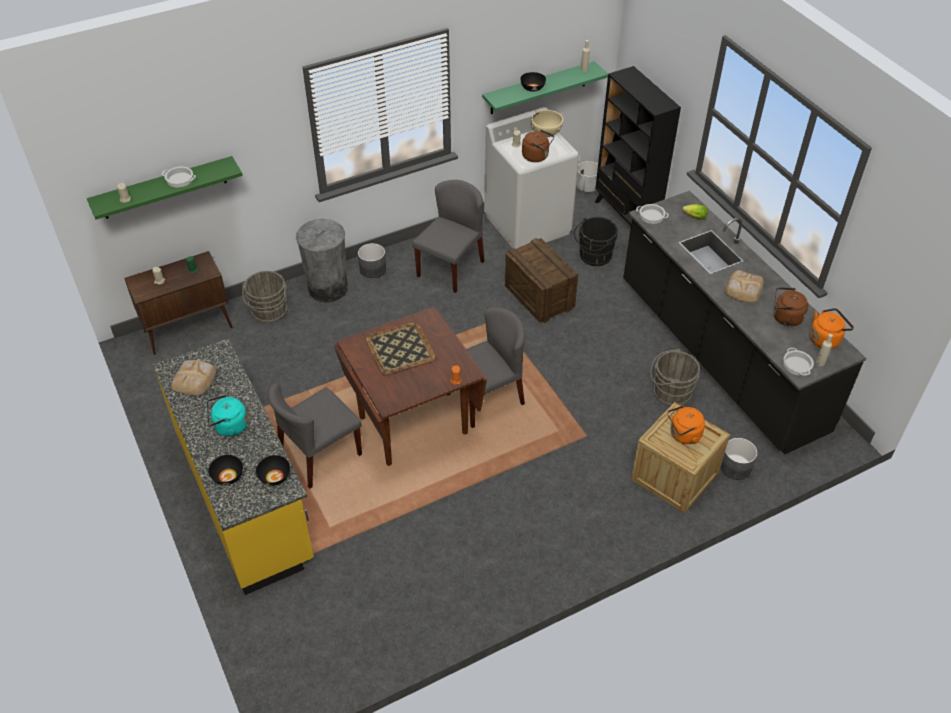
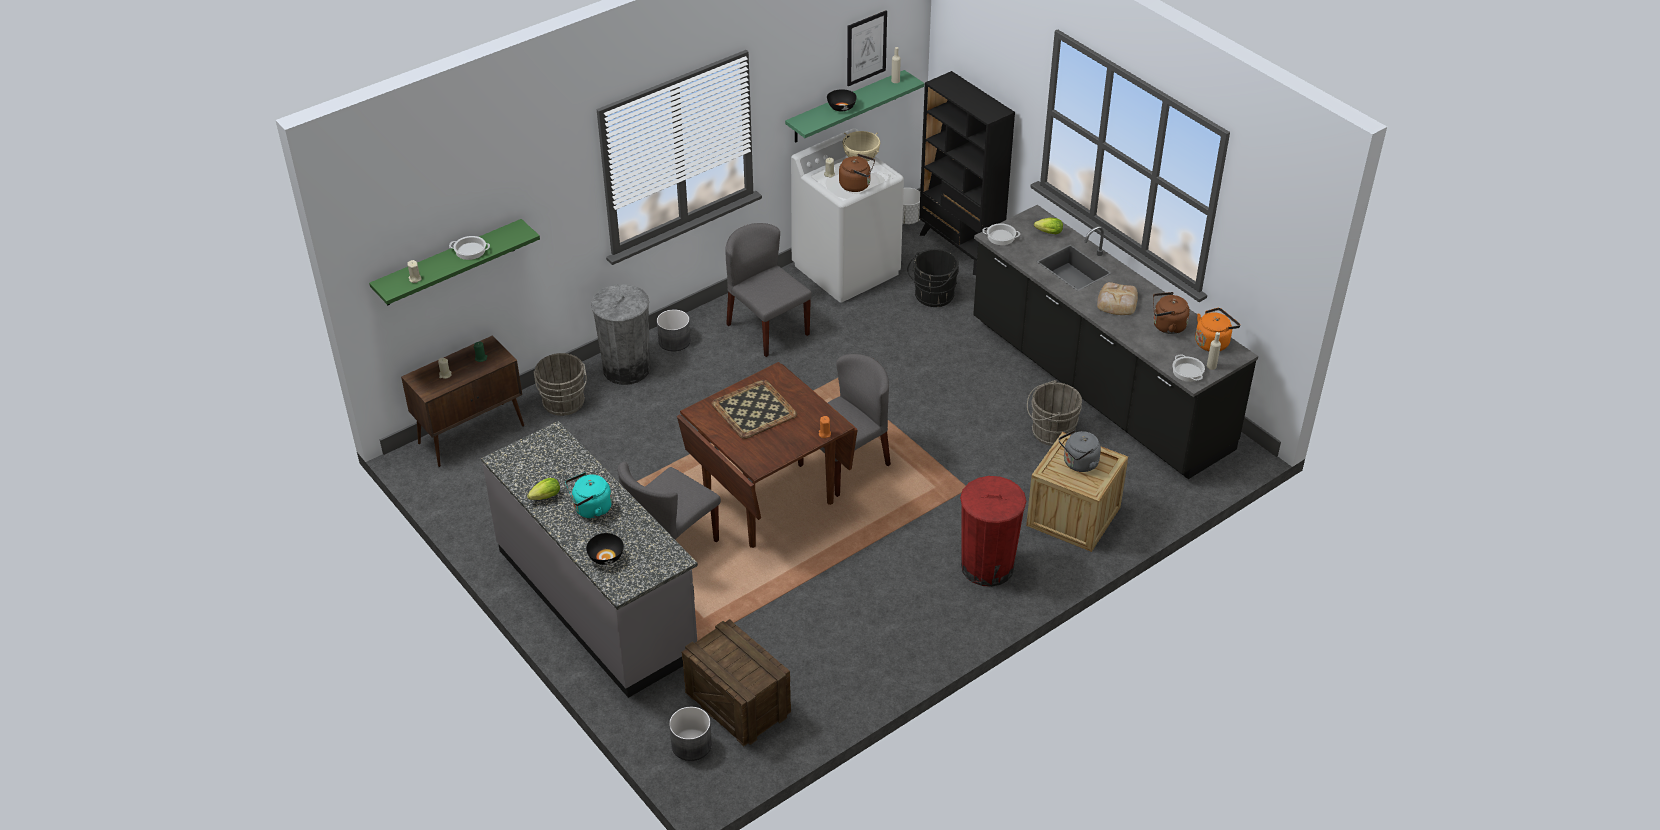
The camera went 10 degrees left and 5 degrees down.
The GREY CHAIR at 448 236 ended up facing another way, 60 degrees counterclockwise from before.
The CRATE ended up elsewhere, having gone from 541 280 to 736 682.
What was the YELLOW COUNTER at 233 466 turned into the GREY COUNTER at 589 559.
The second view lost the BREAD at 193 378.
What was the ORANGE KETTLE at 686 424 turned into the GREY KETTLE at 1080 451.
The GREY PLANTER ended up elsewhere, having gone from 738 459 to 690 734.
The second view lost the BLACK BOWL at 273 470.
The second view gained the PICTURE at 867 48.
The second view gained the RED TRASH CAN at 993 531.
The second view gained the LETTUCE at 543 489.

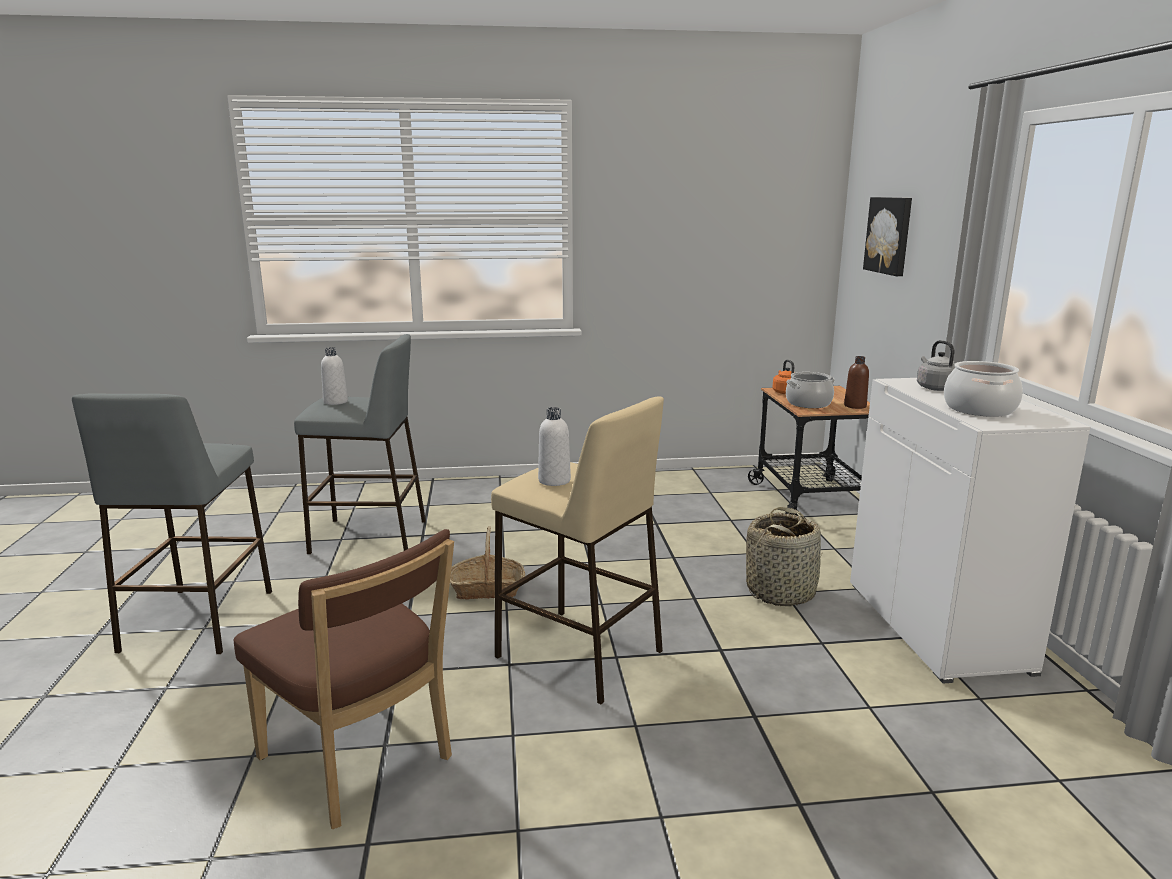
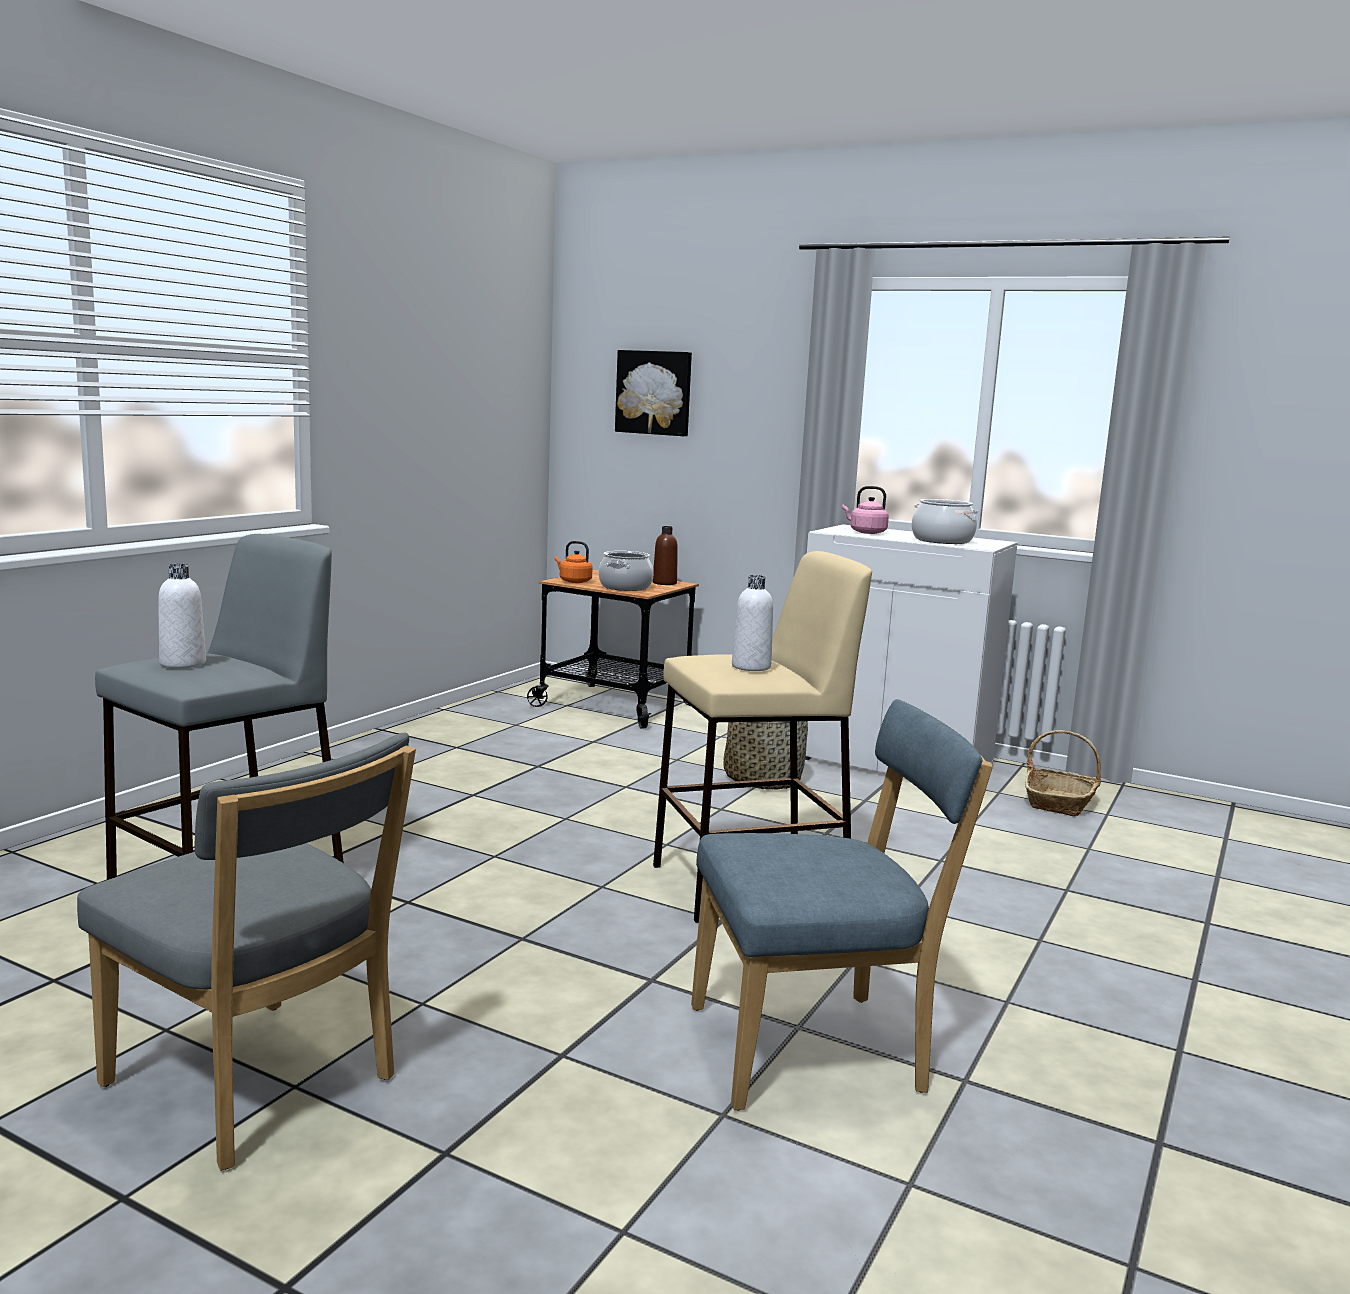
The camera went 55 degrees left and 5 degrees down.
What was the GREY KETTLE at 936 365 turned into the PINK KETTLE at 865 510.
Where the GREY STOOL stood at 172 523, the GREY CHAIR came to stand at 246 952.
The BASKET ended up elsewhere, having gone from 487 563 to 1063 773.
What was the BROWN CHAIR at 344 679 turned into the BLUE CHAIR at 842 905.

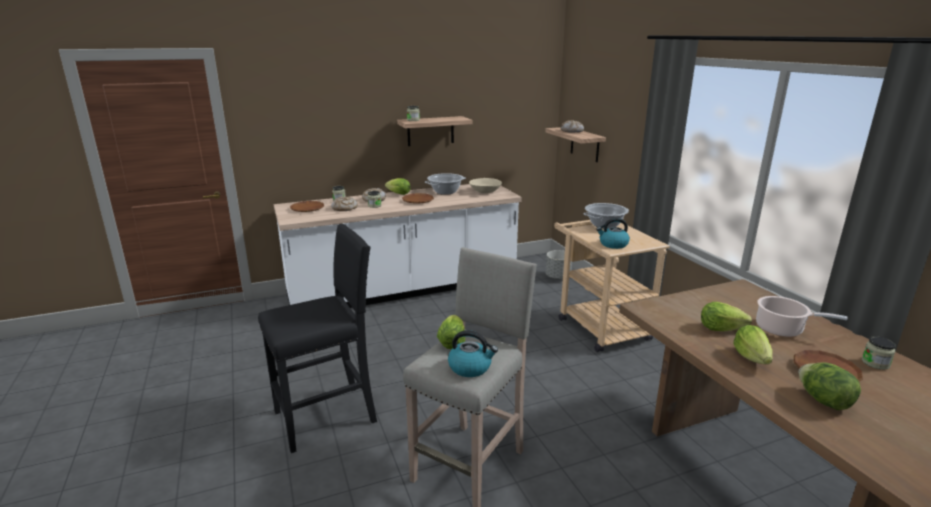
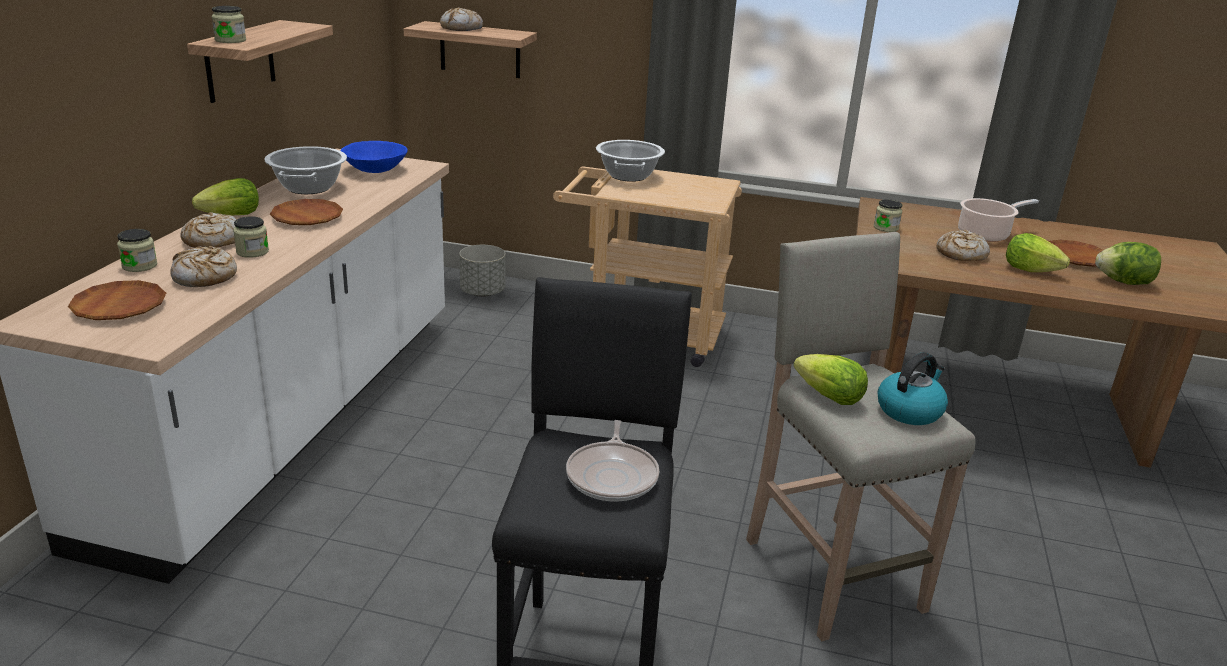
The camera went 55 degrees left and 5 degrees up.
What was the BEIGE BOWL at 485 185 turned into the BLUE BOWL at 374 157.
The second view lost the KETTLE at 613 233.
Where the LETTUCE stood at 726 316, the BREAD came to stand at 963 245.
The JAR ended up elsewhere, having gone from 879 353 to 888 215.
The second view gained the FRYING PAN at 612 461.

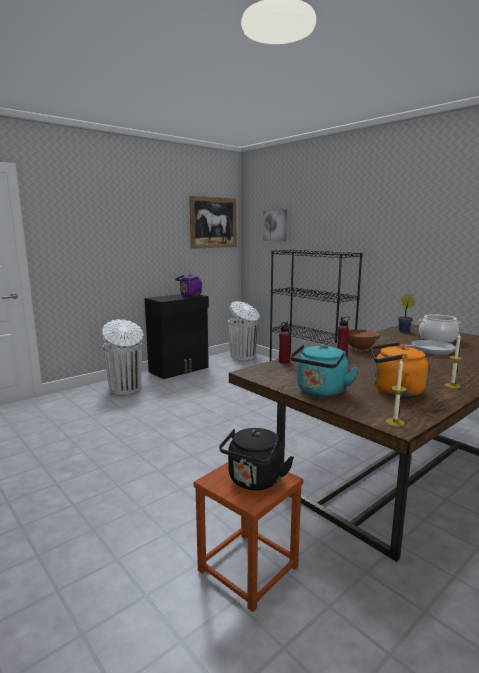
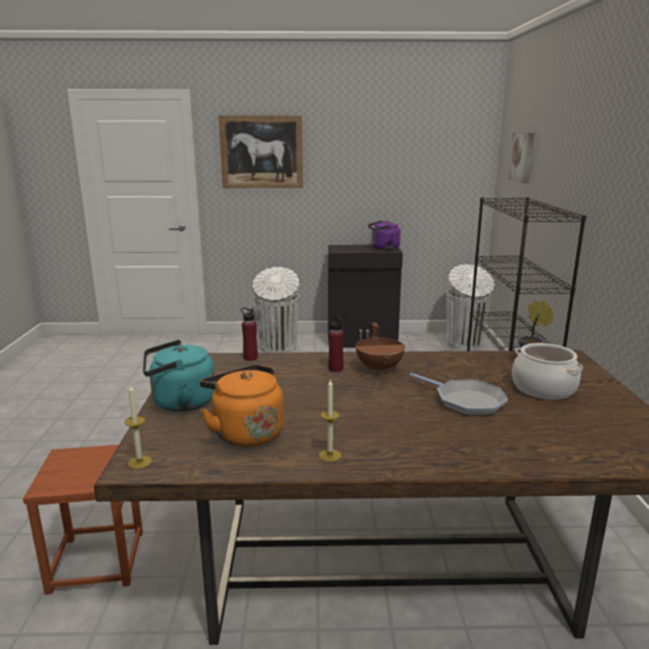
The camera went 40 degrees right and 5 degrees up.
The PICTURE ended up elsewhere, having gone from 213 222 to 260 151.
The second view lost the BLACK KETTLE at 256 459.

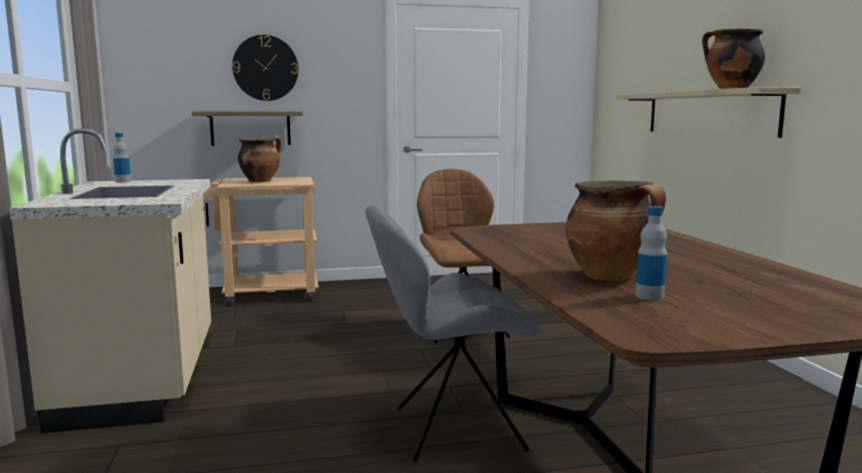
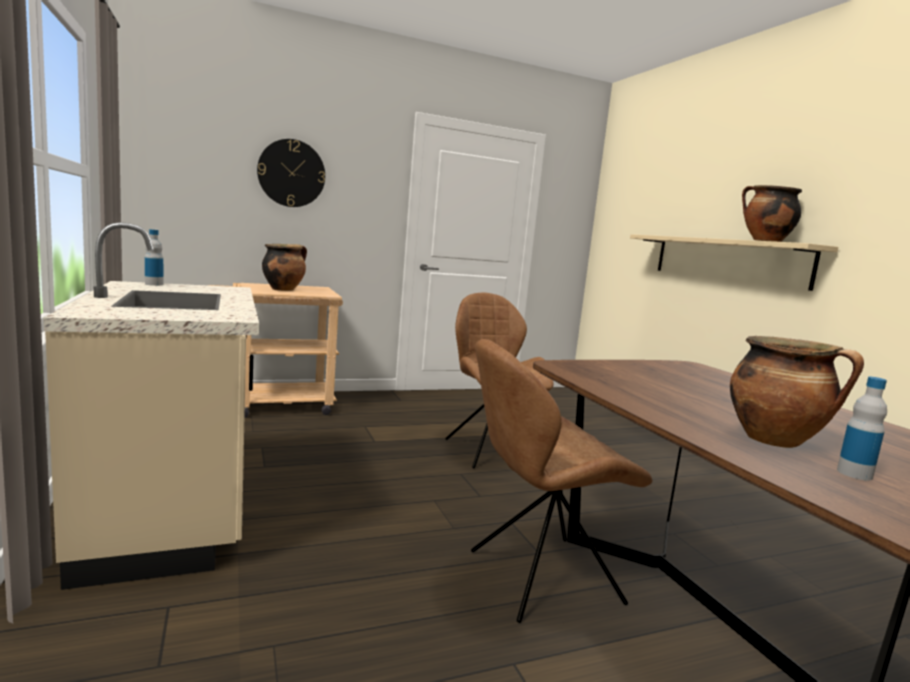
The camera went 10 degrees left and 0 degrees up.
The second view lost the SHELF at 247 128.
What was the GREY CHAIR at 452 333 turned into the BROWN CHAIR at 561 481.

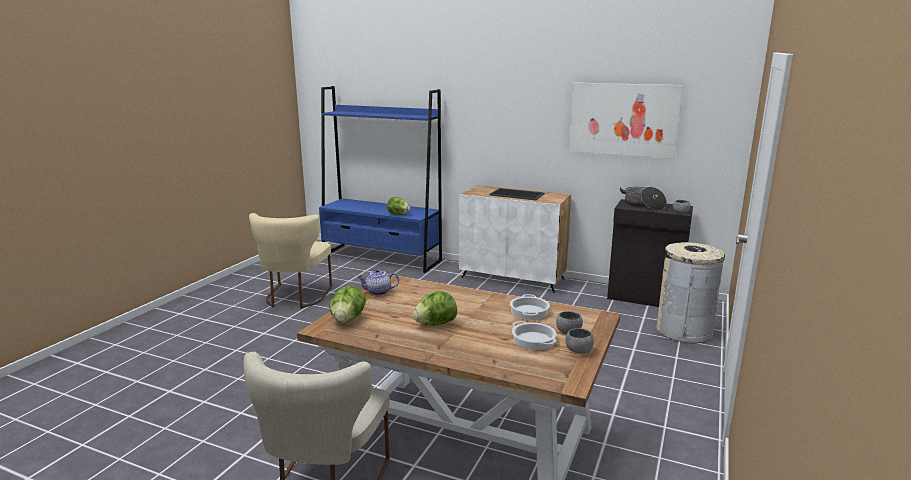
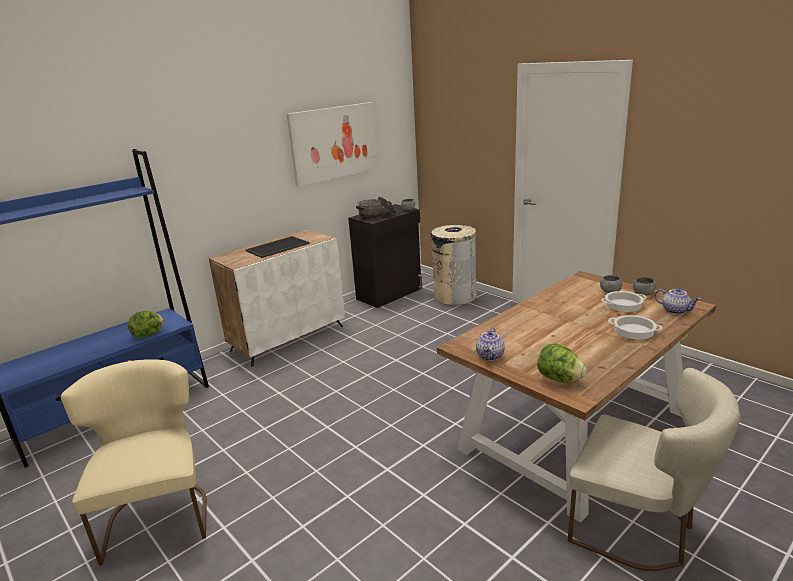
The camera went 65 degrees left and 5 degrees up.
The BEIGE CHAIR at 290 261 ended up facing another way, 135 degrees counterclockwise from before.
The second view lost the LETTUCE at 435 308.
The COOKING POT ended up elsewhere, having gone from 530 307 to 635 327.
The second view gained the TEAPOT at 678 301.

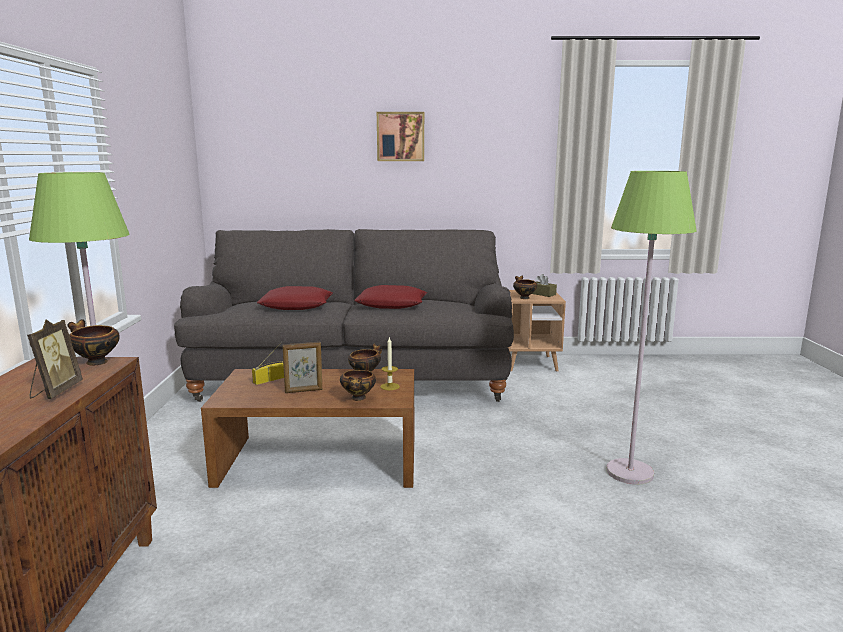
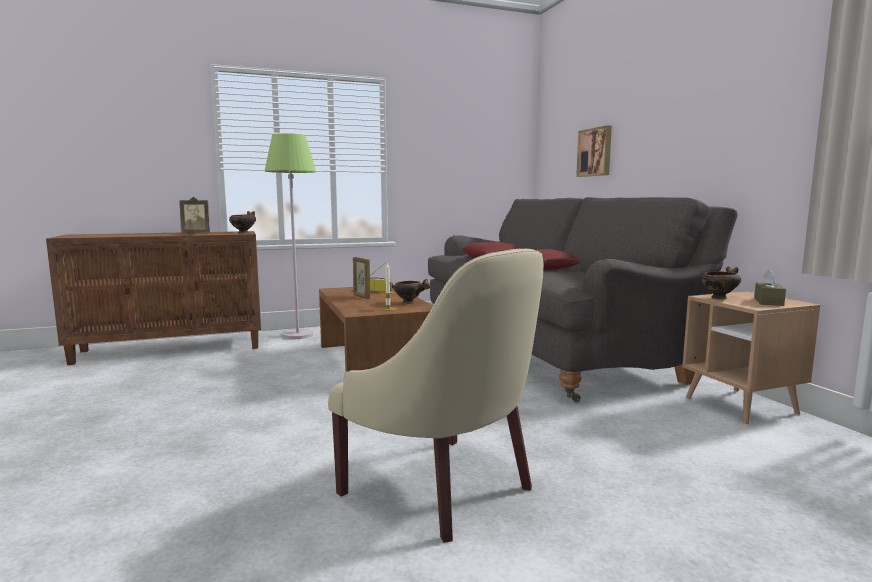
The camera went 70 degrees right and 5 degrees down.
The PICTURE ended up elsewhere, having gone from 400 136 to 594 151.
Where the GREEN FLOOR LAMP stood at 651 327, the BEIGE ARMCHAIR came to stand at 435 396.
The second view lost the BOWL at 358 385.

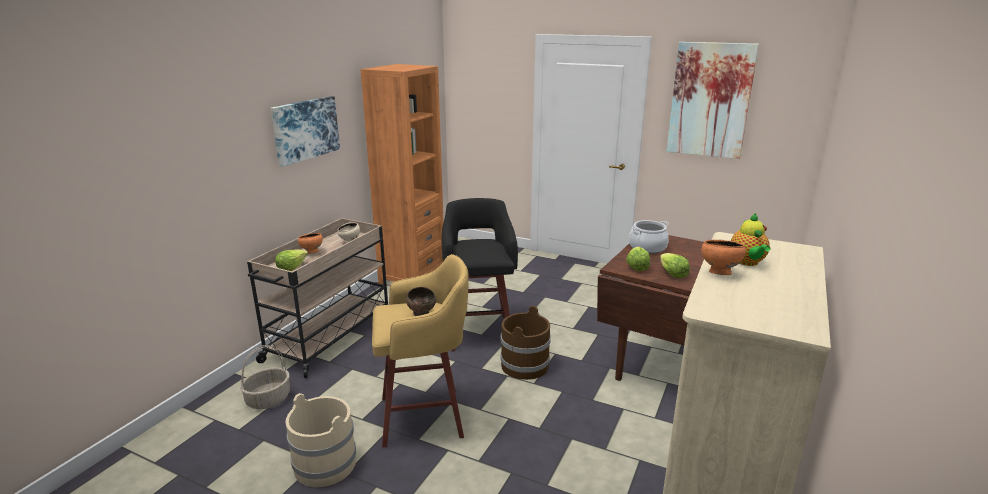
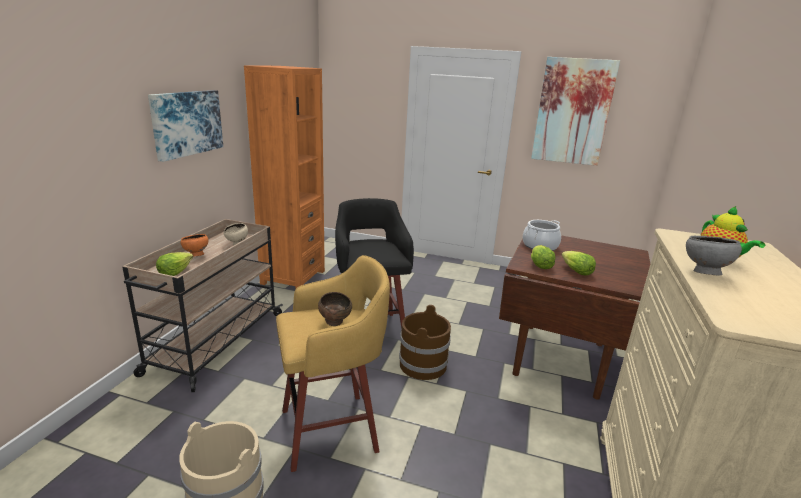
The camera went 10 degrees left and 0 degrees up.
What was the ORANGE BOWL at 724 257 turned into the GREY BOWL at 714 255.
The second view lost the BASKET at 265 377.

